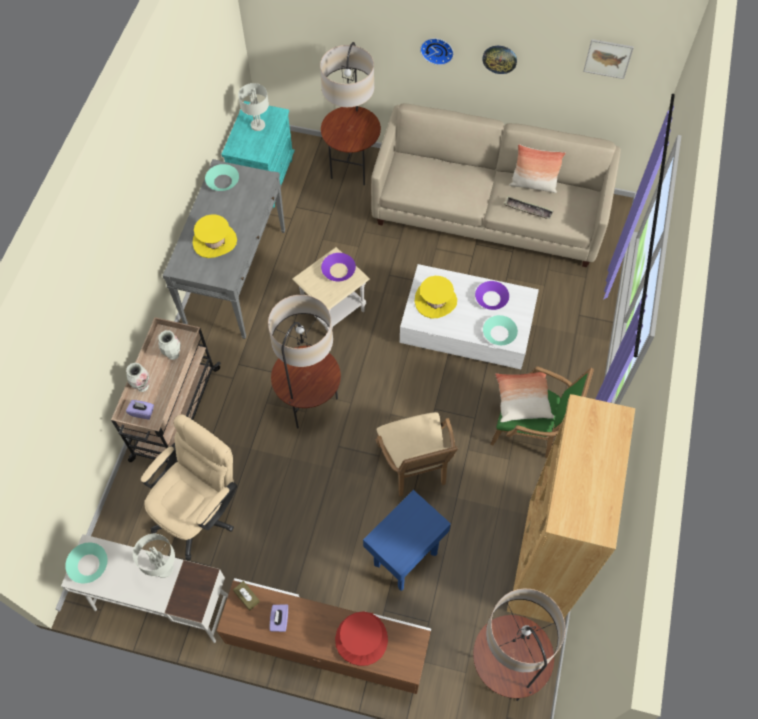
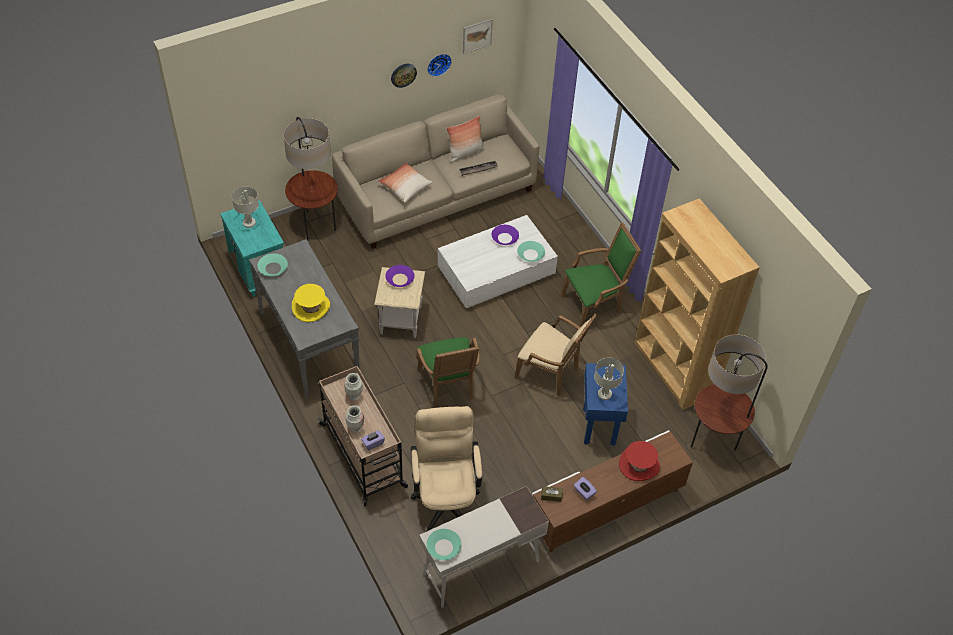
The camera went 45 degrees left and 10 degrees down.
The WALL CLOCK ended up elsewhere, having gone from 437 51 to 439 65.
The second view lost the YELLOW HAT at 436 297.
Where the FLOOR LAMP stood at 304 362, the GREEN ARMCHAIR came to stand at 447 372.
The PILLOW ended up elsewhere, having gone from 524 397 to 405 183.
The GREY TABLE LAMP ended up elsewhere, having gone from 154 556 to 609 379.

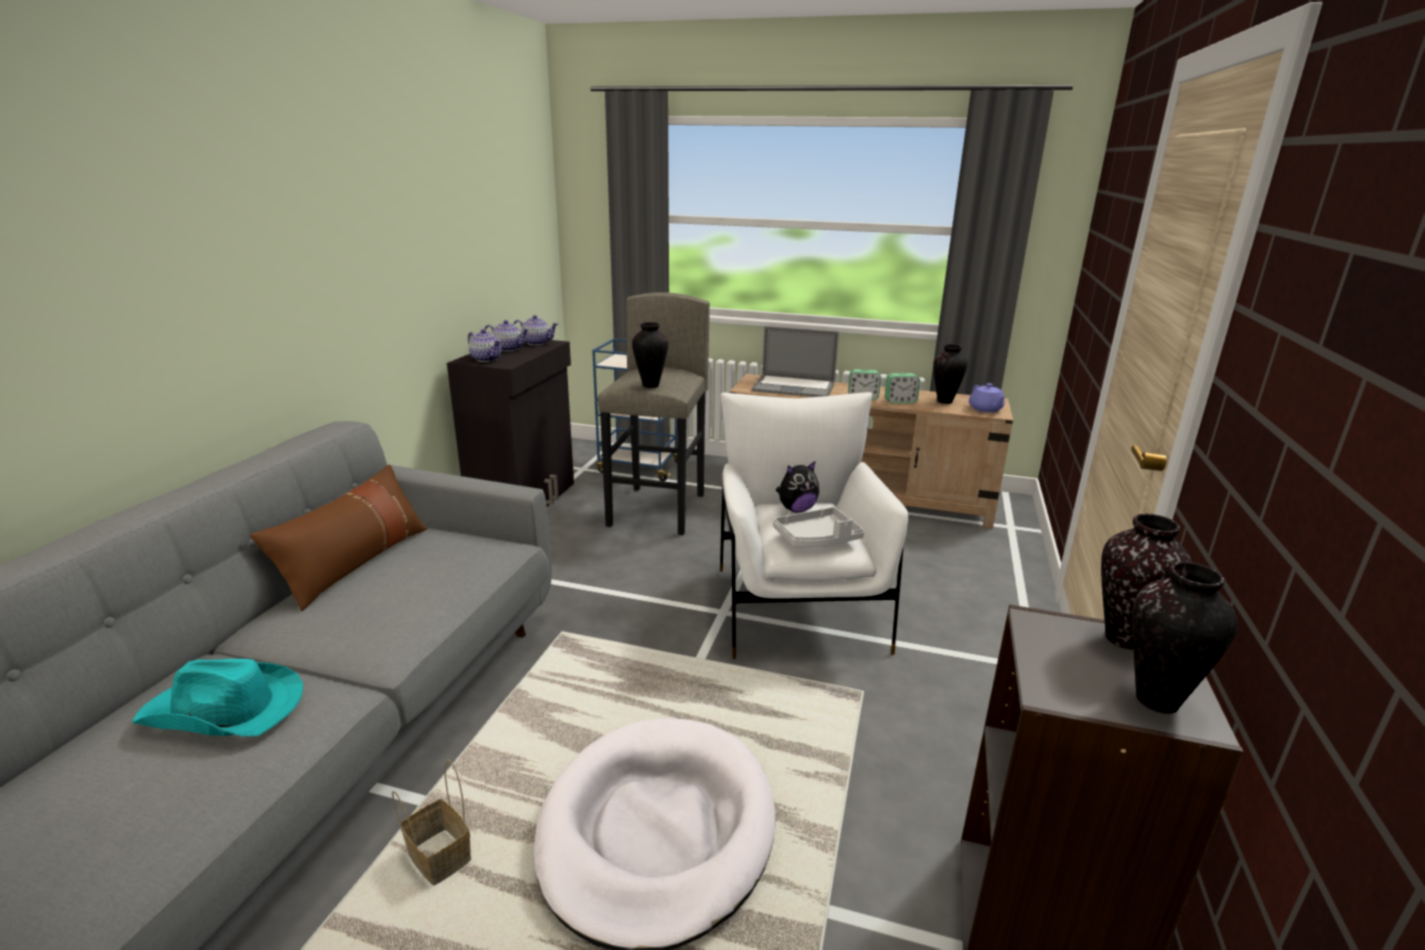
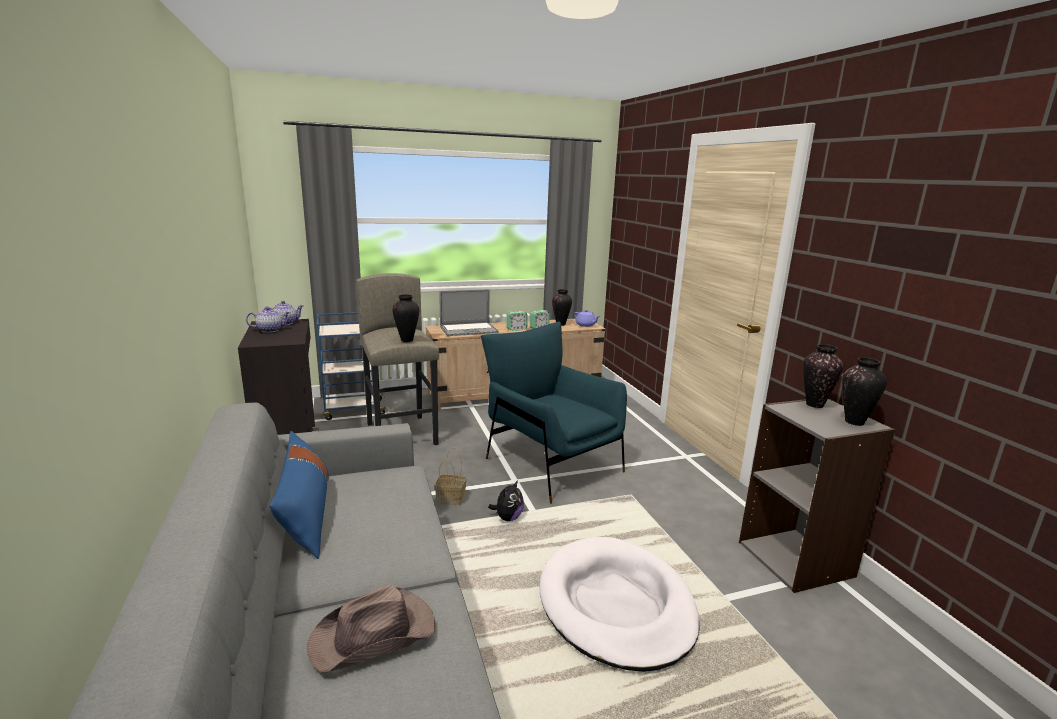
The camera went 35 degrees left and 5 degrees down.
The second view lost the TEAPOT at 484 345.
What was the WHITE ARMCHAIR at 814 525 turned into the BLUE ARMCHAIR at 554 413.
The PLUSH TOY ended up elsewhere, having gone from 797 487 to 506 500.
What was the BROWN PILLOW at 338 537 turned into the BLUE PILLOW at 299 495.
The second view lost the GREY TRAY at 818 527.
What was the TURQUOISE HAT at 217 697 turned into the BROWN HAT at 371 628.
The BASKET ended up elsewhere, having gone from 431 822 to 451 476.

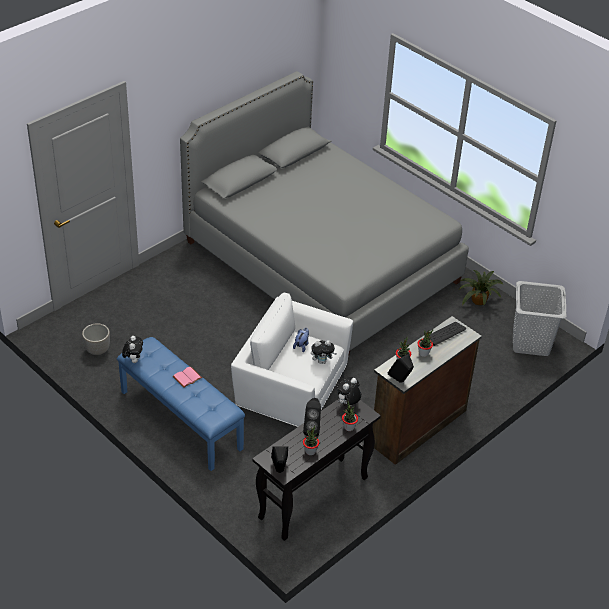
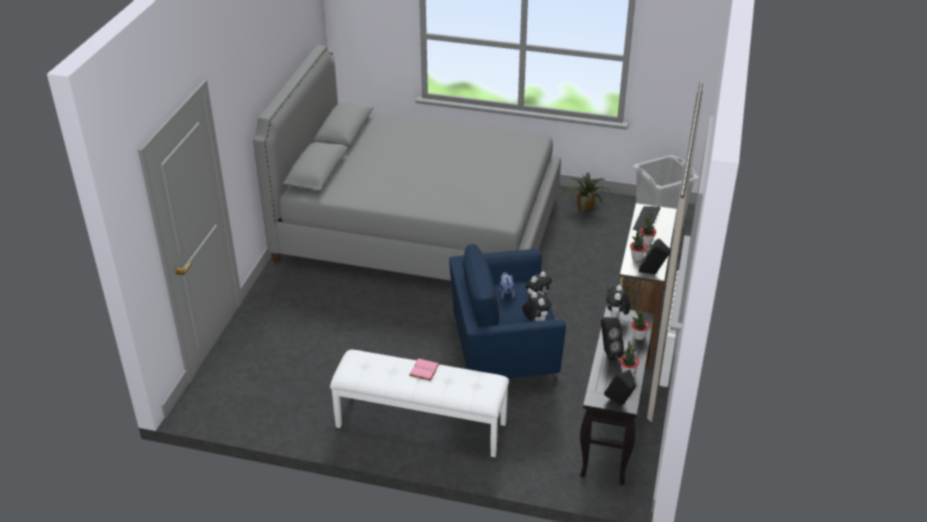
The camera went 30 degrees left and 5 degrees down.
What was the WHITE ARMCHAIR at 292 359 turned into the BLUE ARMCHAIR at 507 315.
The second view lost the PLANTER at 96 339.
The PLUSH TOY ended up elsewhere, having gone from 132 349 to 536 306.
What was the BLUE BENCH at 181 404 turned into the WHITE BENCH at 419 403.

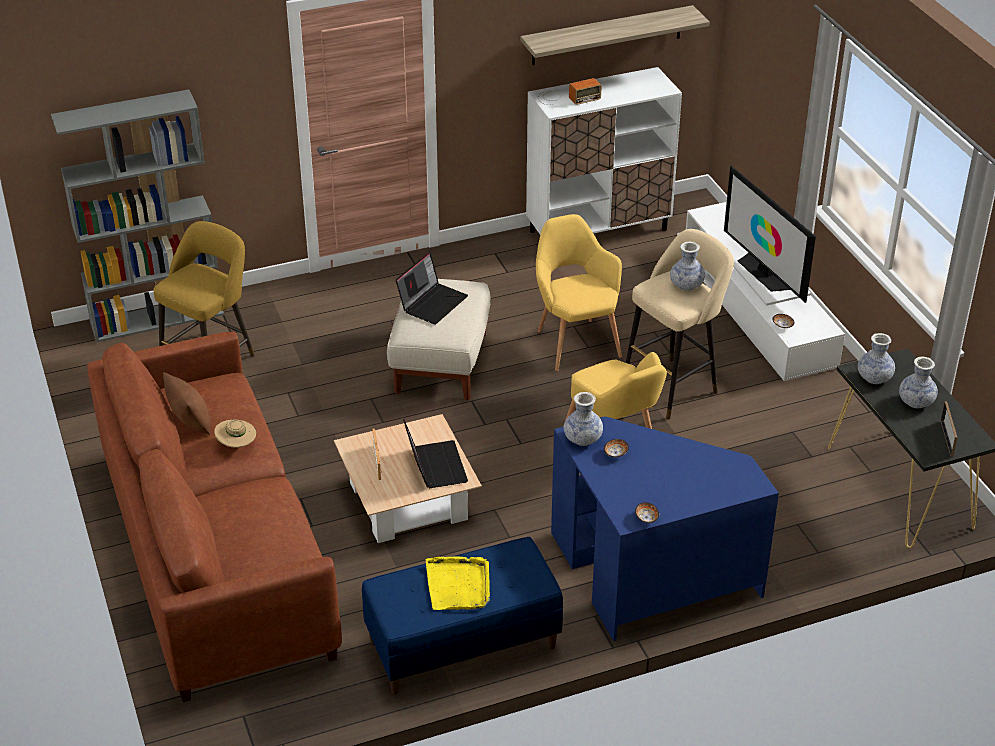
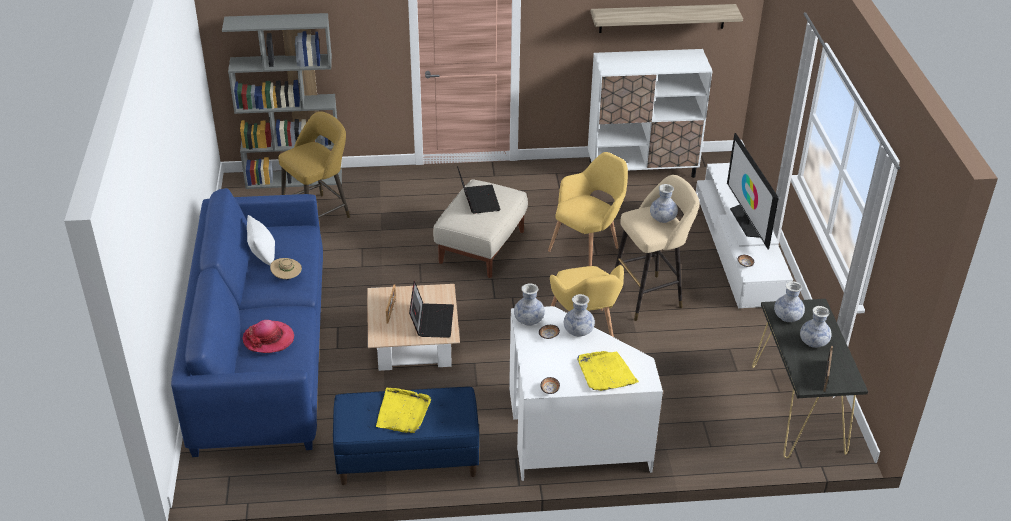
The camera went 15 degrees right and 0 degrees up.
The second view lost the RADIO at 570 91.
The YELLOW ARMCHAIR at 579 292 ended up facing another way, 45 degrees clockwise from before.
The LAPTOP at 432 288 ended up facing another way, 60 degrees counterclockwise from before.
What was the BROWN SOFA at 214 517 turned into the BLUE SOFA at 247 322.
What was the BROWN PILLOW at 187 403 turned into the WHITE PILLOW at 261 240.
What was the BLUE DESK at 665 529 turned into the WHITE DESK at 586 393.
The second view gained the VASE at 579 315.
The second view gained the HAT at 268 336.
The second view gained the YELLOW TRAY at 608 371.

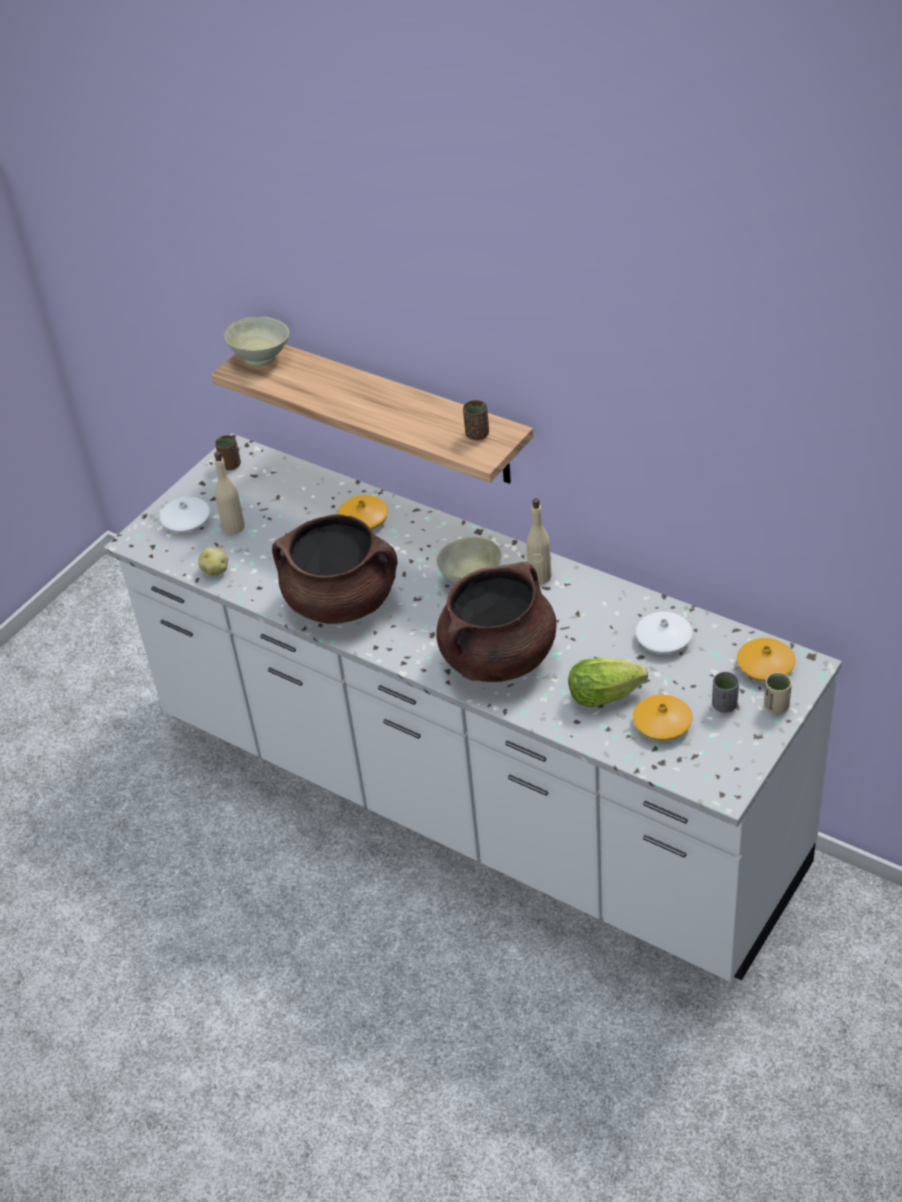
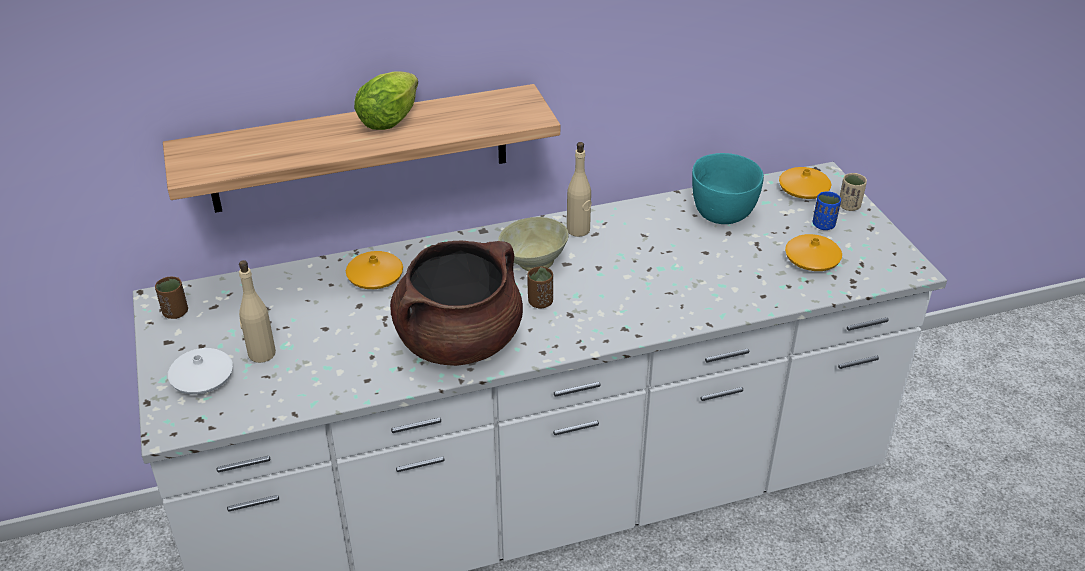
The camera went 55 degrees left and 5 degrees down.
The second view lost the BEIGE BOWL at 256 342.
The BROWN CUP ended up elsewhere, having gone from 476 420 to 540 287.
The second view lost the POTATO at 213 561.
The second view lost the BROWN COOKING POT at 496 622.
Where the WHITE VASE stood at 664 632, the TURQUOISE BOWL came to stand at 728 188.
The LETTUCE ended up elsewhere, having gone from 608 682 to 386 100.
What was the GREY CUP at 725 692 turned into the BLUE CUP at 827 210.

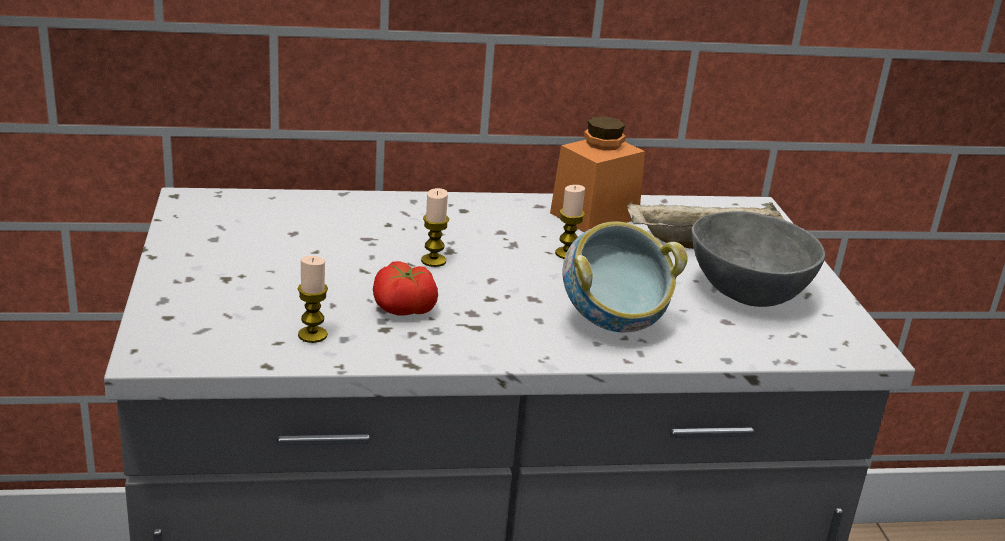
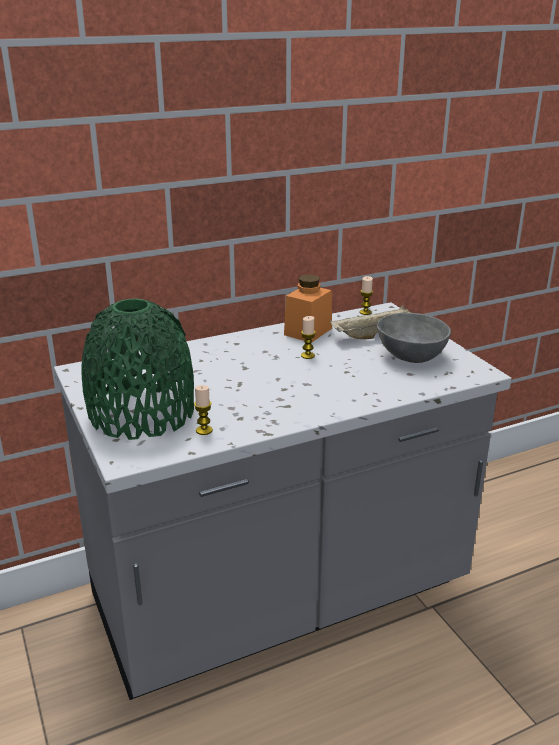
The camera went 15 degrees left and 0 degrees up.
The CANDLE ended up elsewhere, having gone from 435 227 to 366 295.
The second view lost the BOWL at 625 277.
The second view lost the TOMATO at 405 288.
The second view gained the GREEN VASE at 137 369.

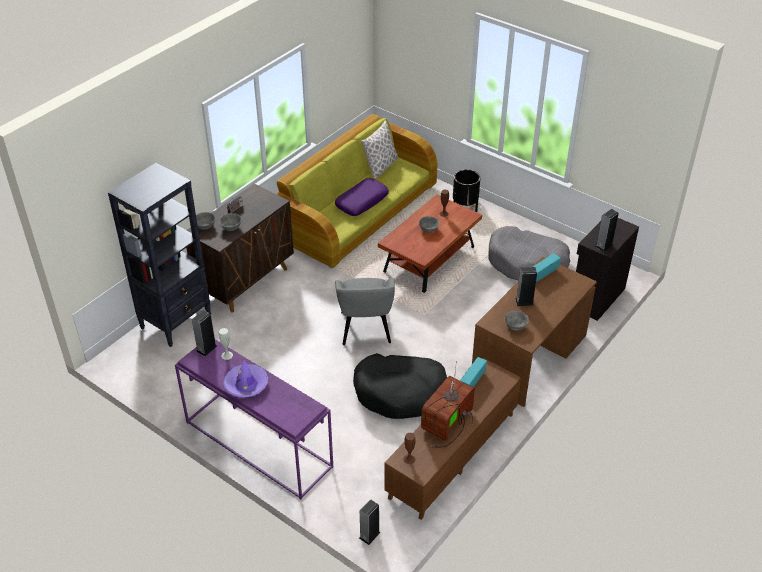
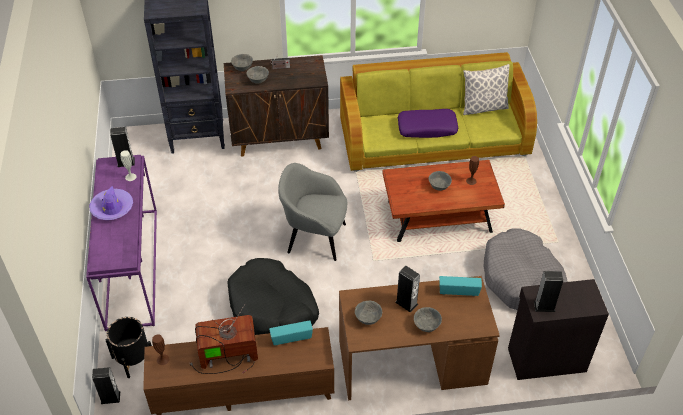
The camera went 45 degrees right and 5 degrees up.
The BLACK PLANTER ended up elsewhere, having gone from 466 190 to 129 347.
The GREY ARMCHAIR at 365 311 ended up facing another way, 60 degrees clockwise from before.
The second view gained the GREY BOWL at 428 319.

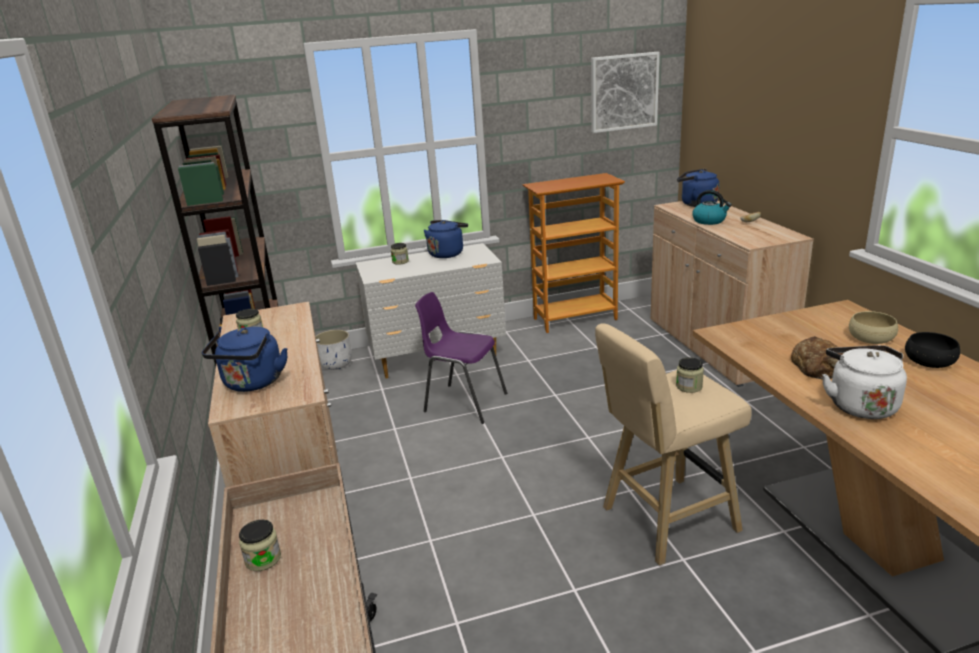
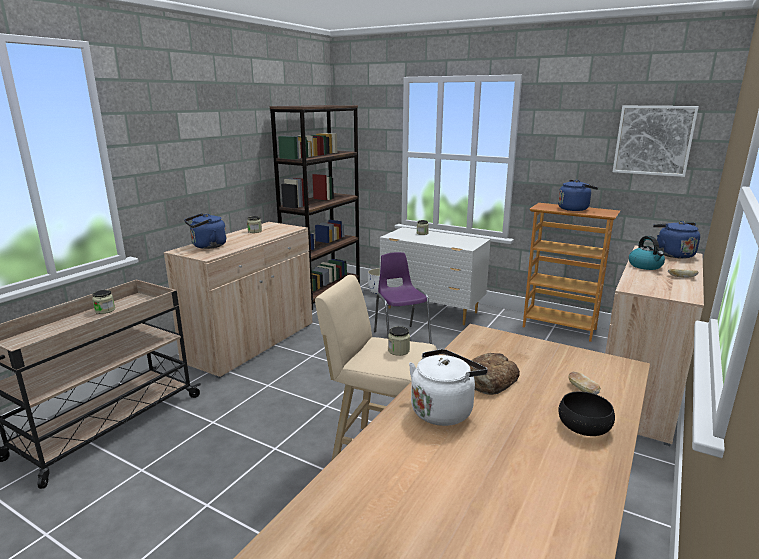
The camera went 45 degrees right and 5 degrees down.
The BLUE KETTLE ended up elsewhere, having gone from 446 239 to 578 195.
Where the BEIGE BOWL stood at 873 327, the BREAD came to stand at 584 383.

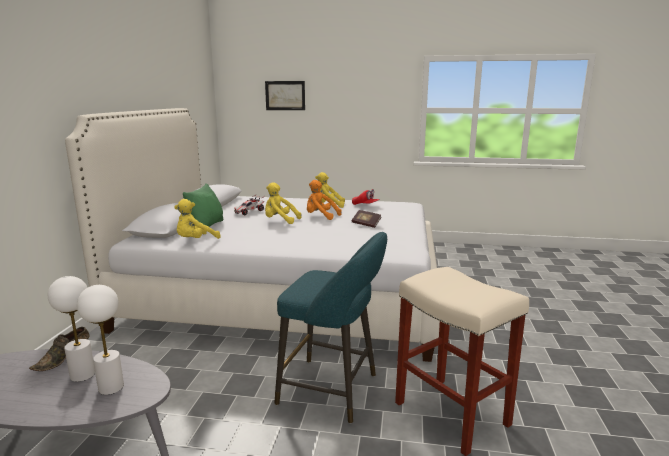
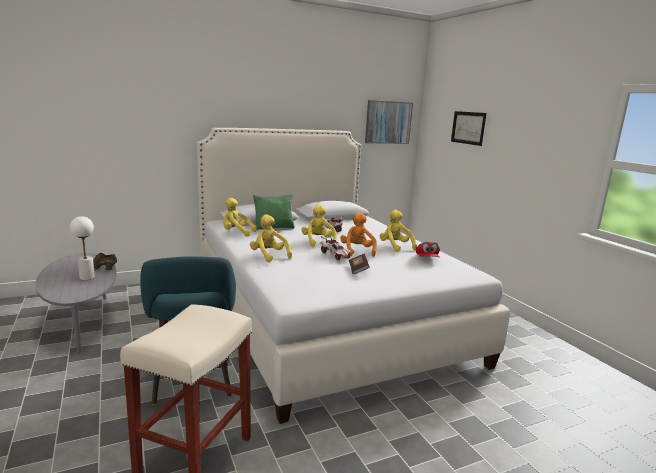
The camera went 55 degrees right and 0 degrees up.
The second view lost the WHITE TABLE LAMP at 100 340.
The second view gained the PICTURE at 389 122.
The second view gained the YELLOW PLUSH TOY at 271 238.
The second view gained the TOY CAR at 335 247.

